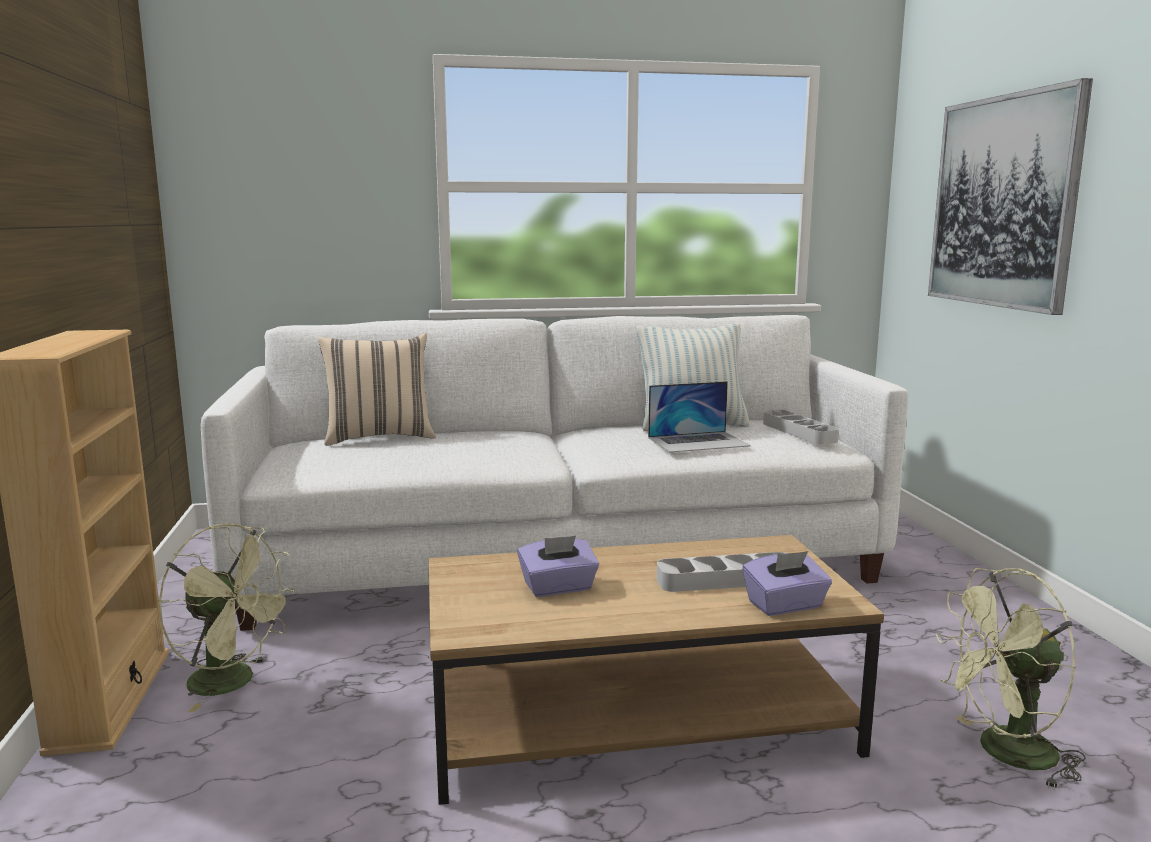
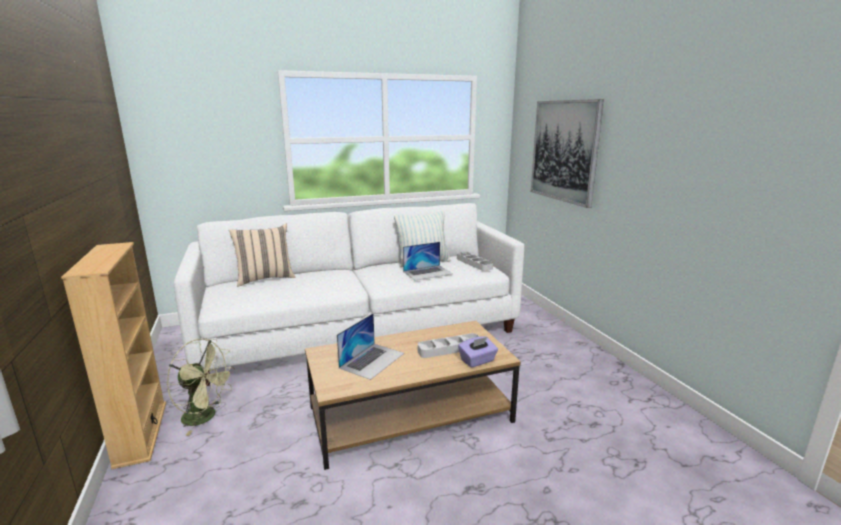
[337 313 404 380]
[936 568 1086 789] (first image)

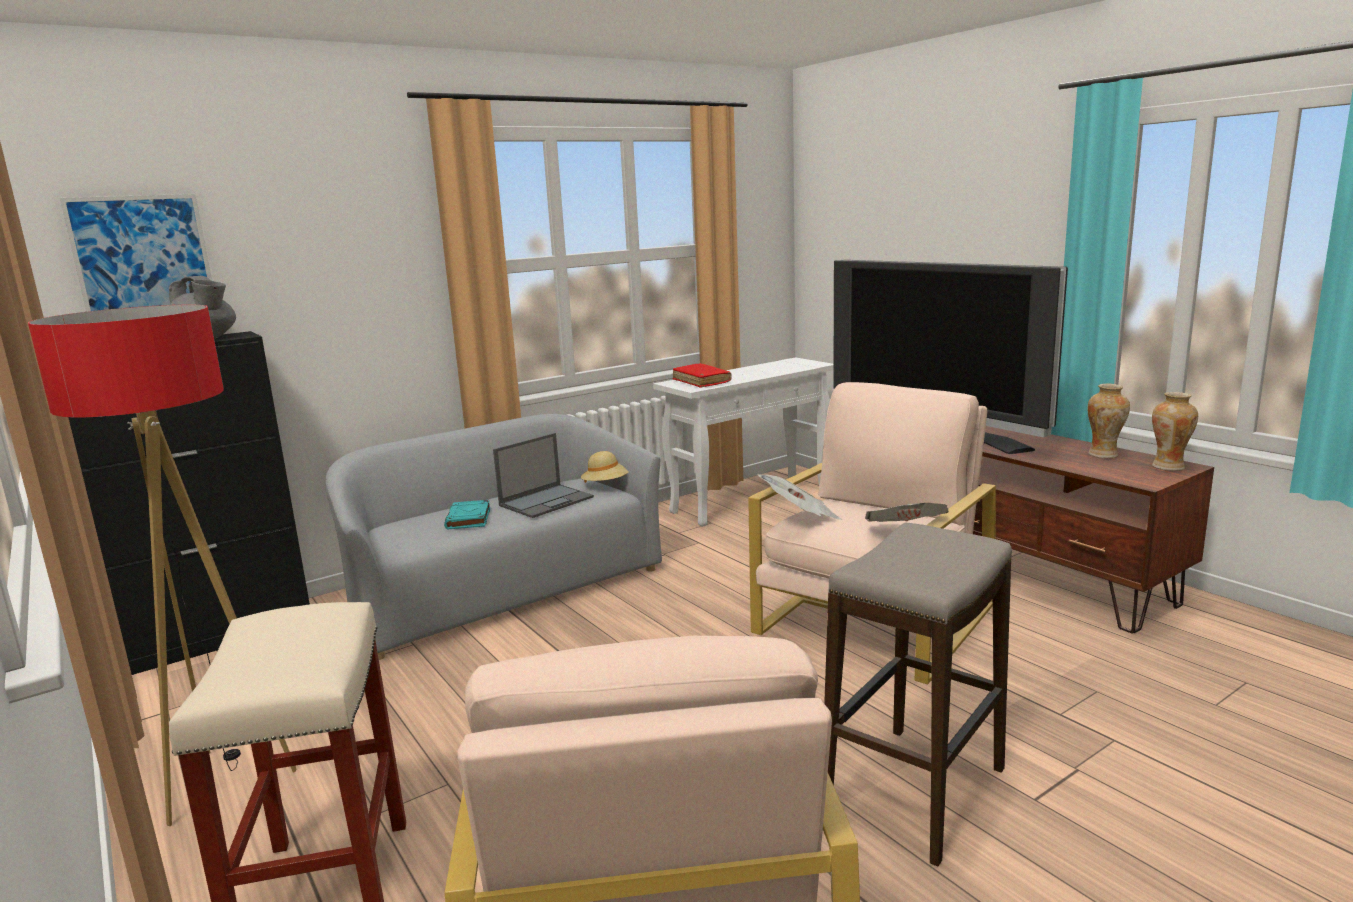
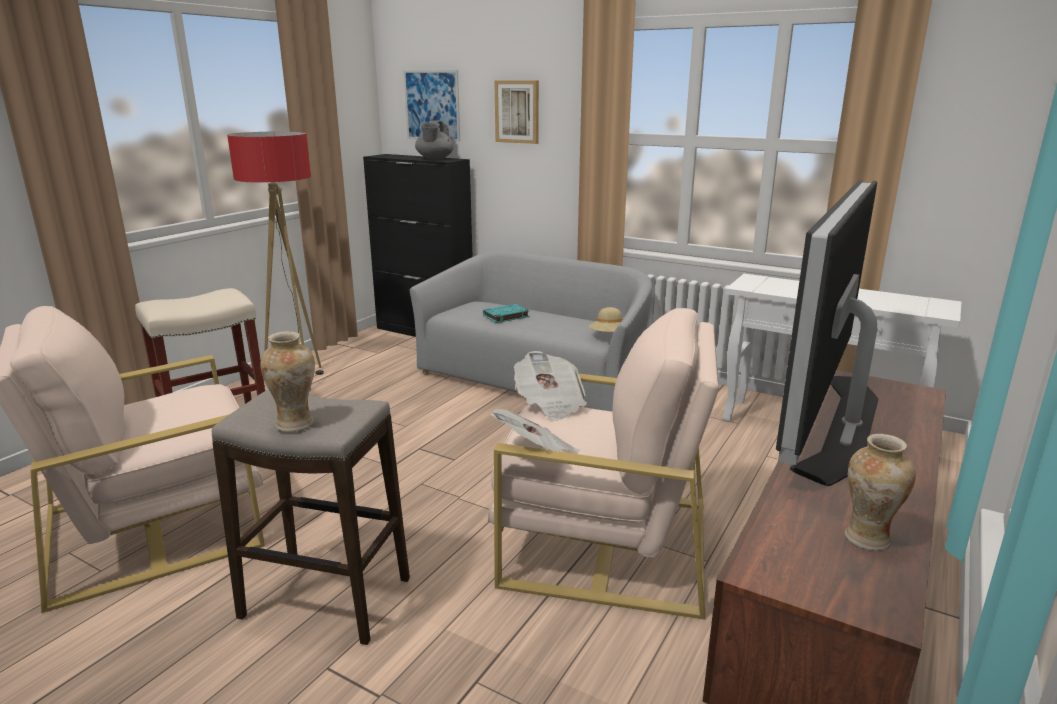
[493 433 594 518] (first image)
[673 363 732 388] (first image)
[260 331 315 432]
[494 81 539 144]

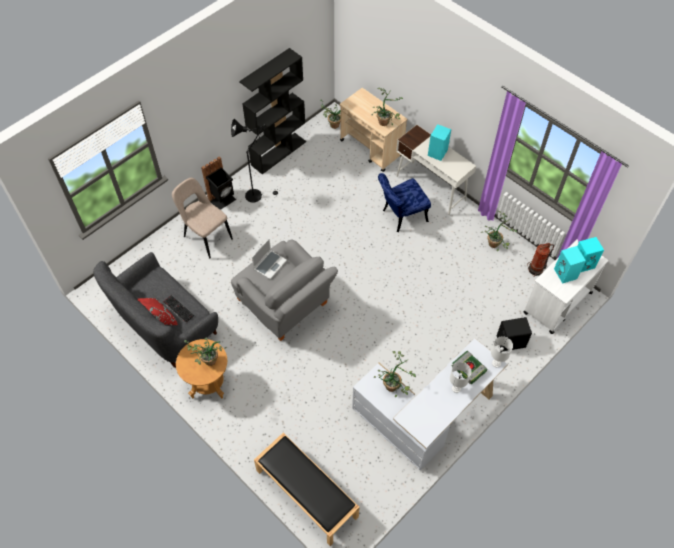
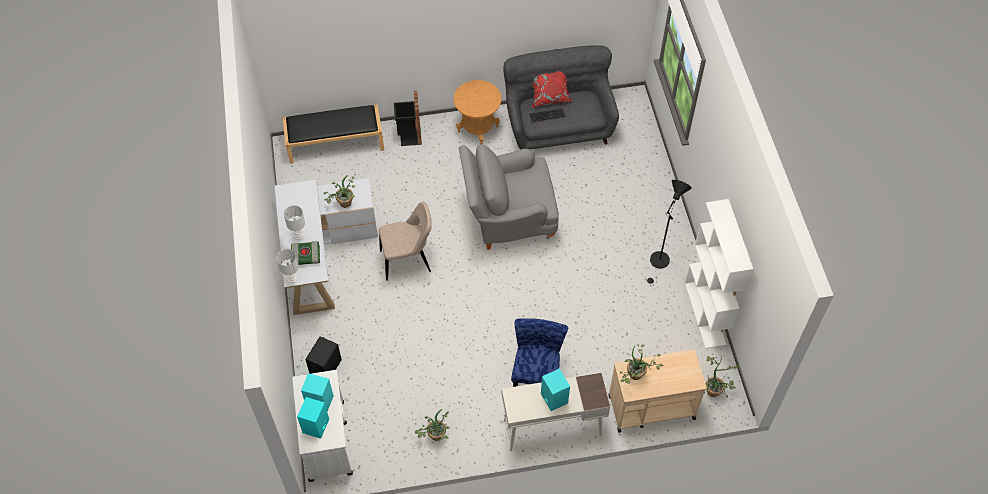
[379 202 432 281]
[184 338 226 366] (first image)
[394 91 422 146]
[685 199 753 349]
[252 239 287 279] (first image)
[527 243 554 277] (first image)

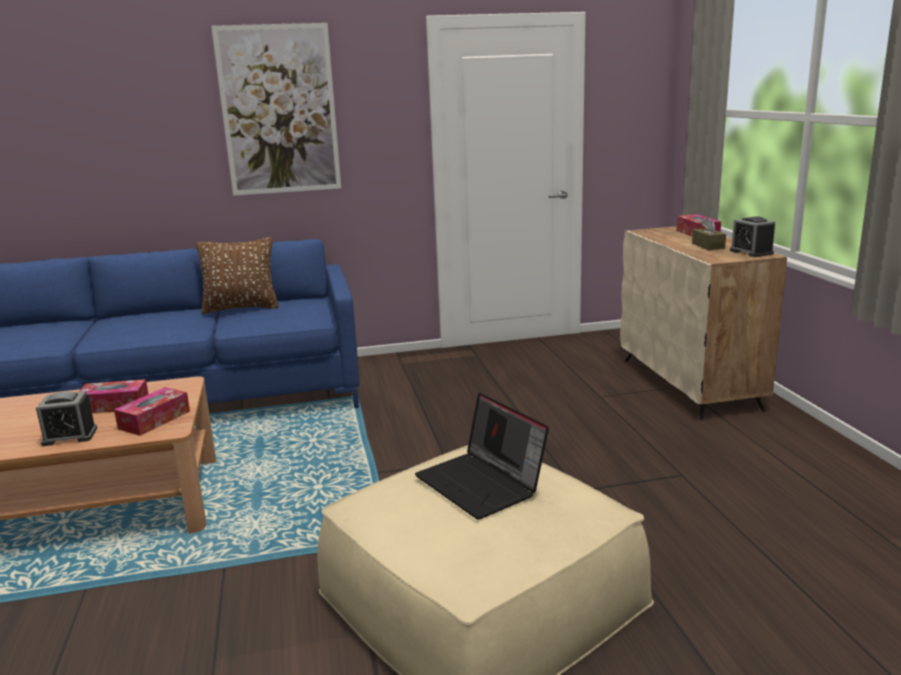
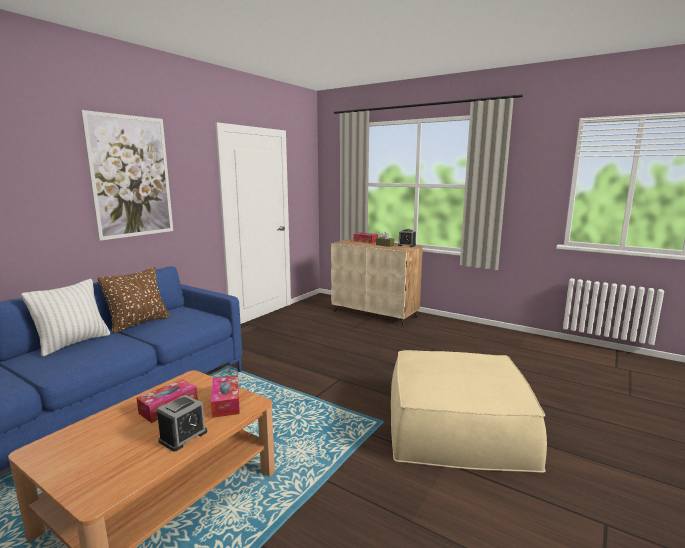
[415 393 549 520] (first image)
[21 279 110 357]

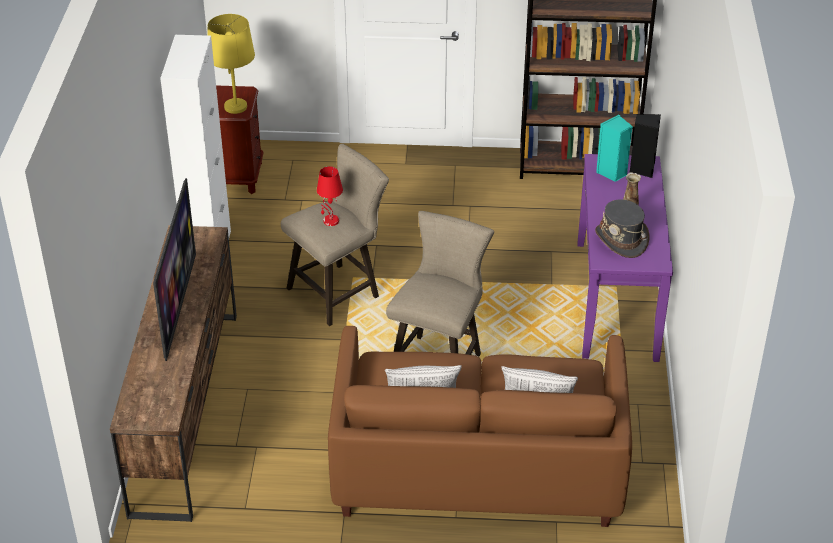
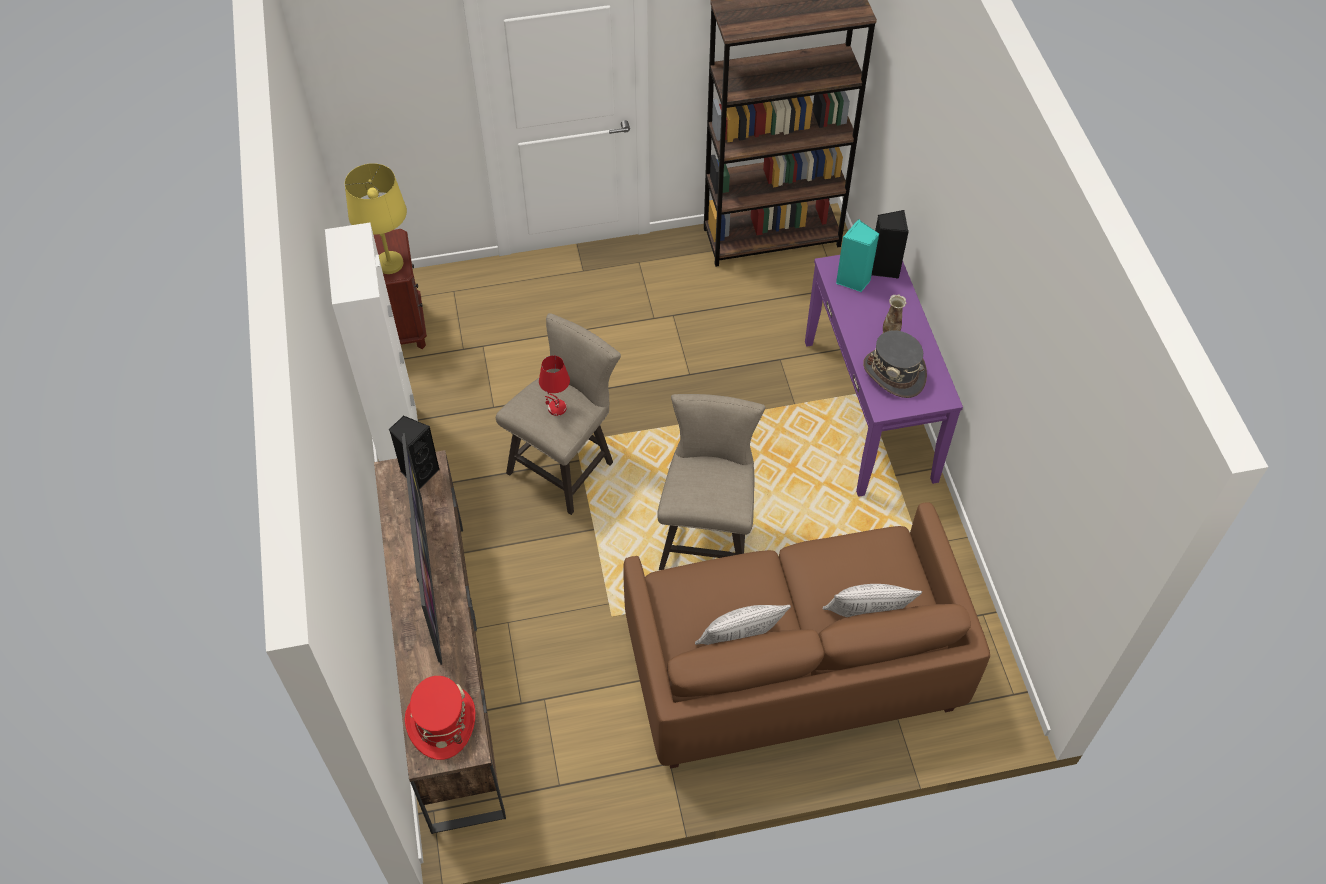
[389 416 440 489]
[405 676 475 760]

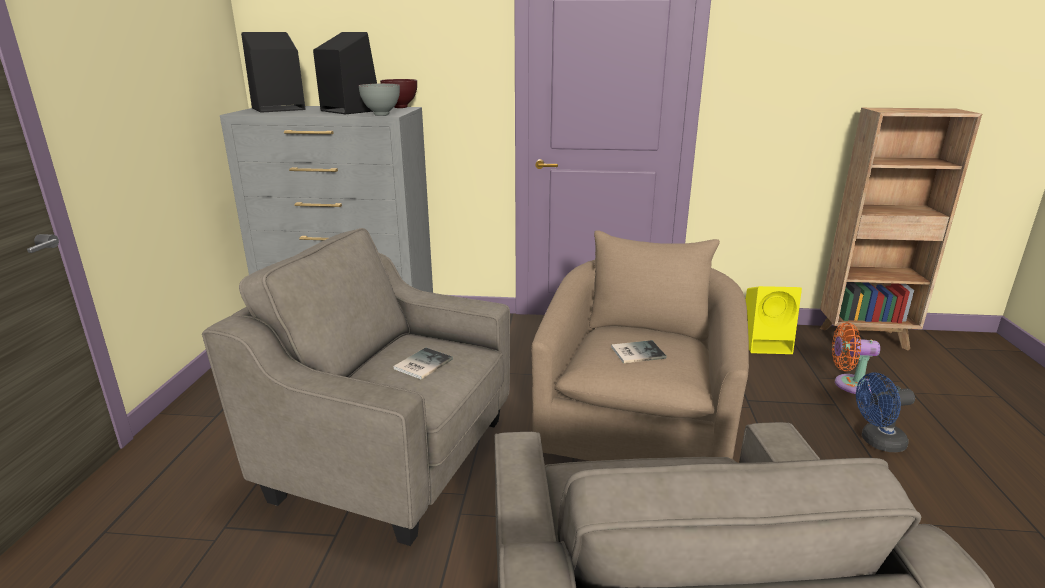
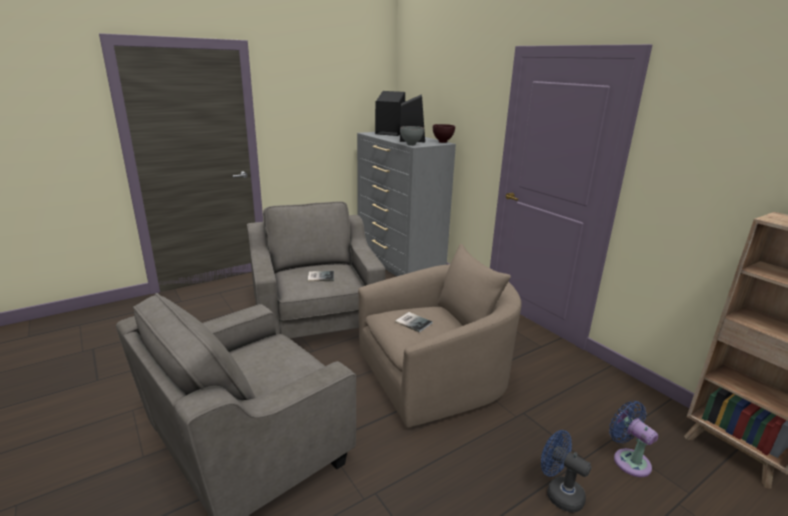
[745 286 802 354] (first image)
[609 401 658 477]

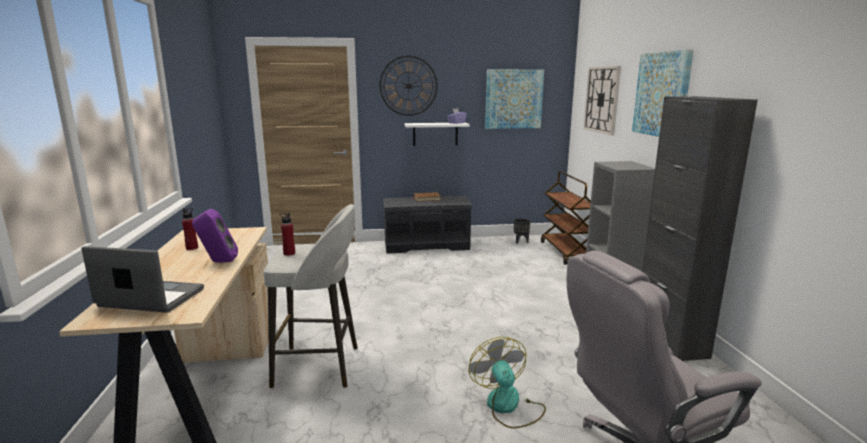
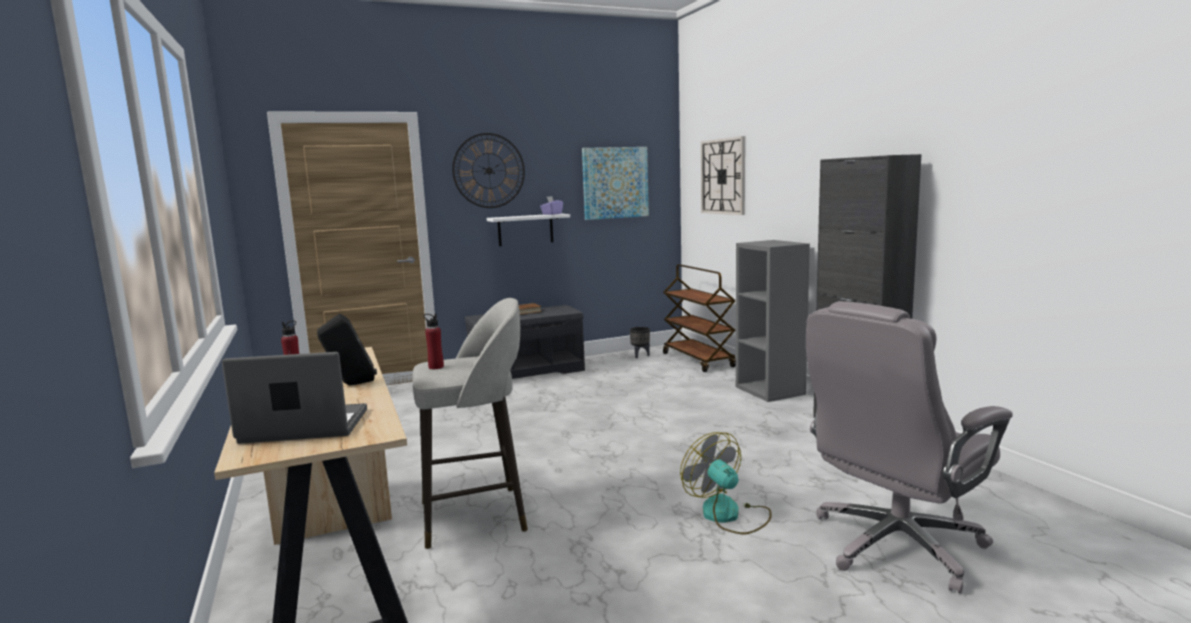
[317 314 377 385]
[632 49 694 137] (first image)

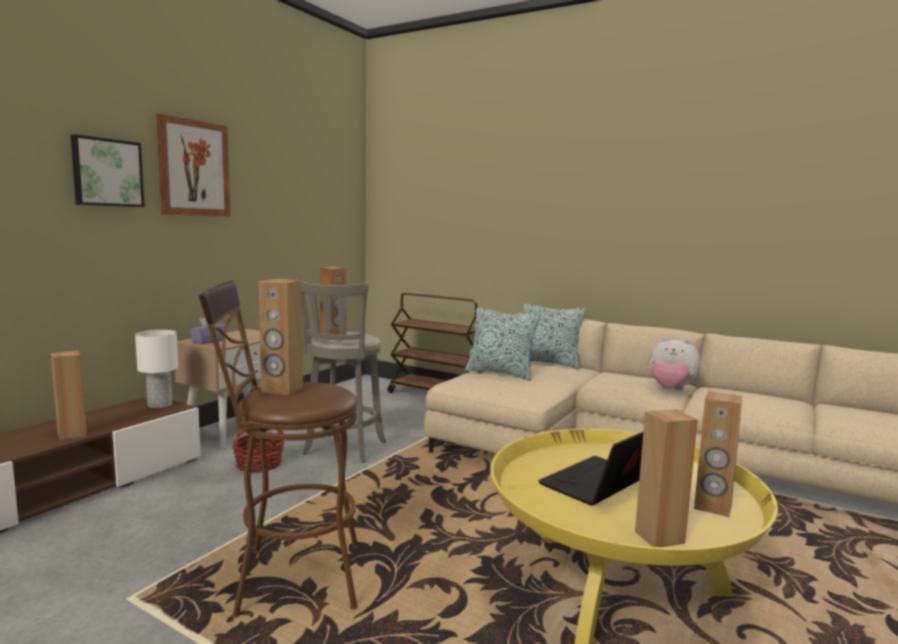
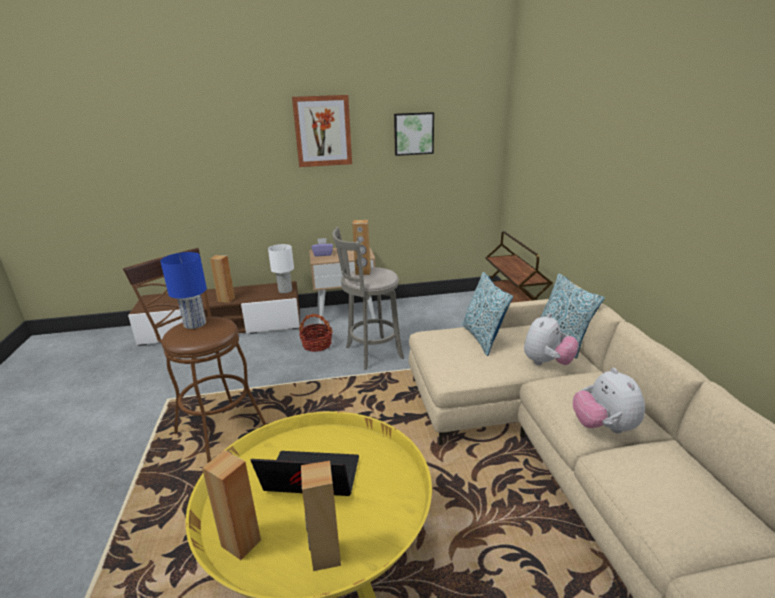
[394 112 434 156]
[160 252 207 329]
[524 313 579 365]

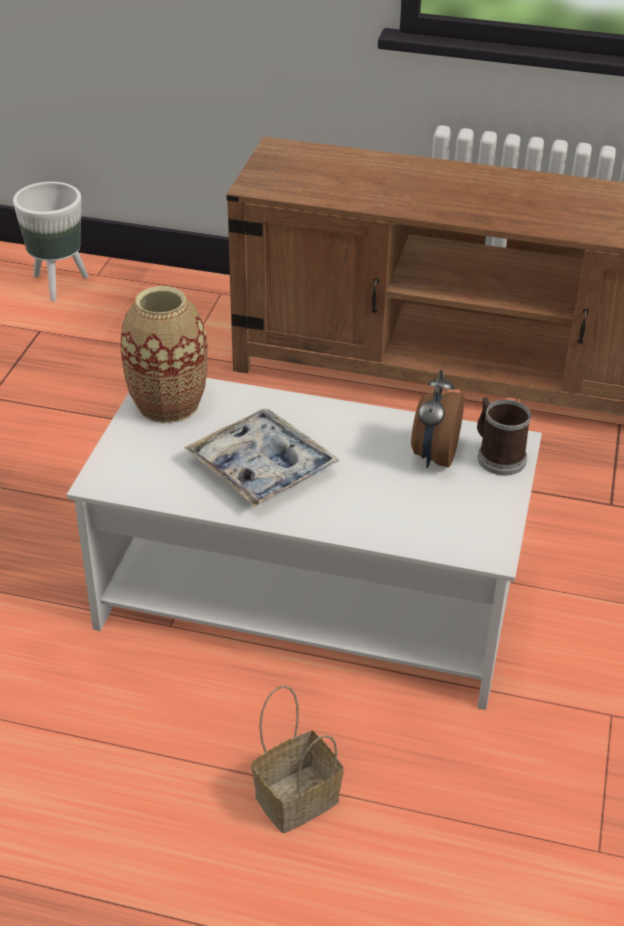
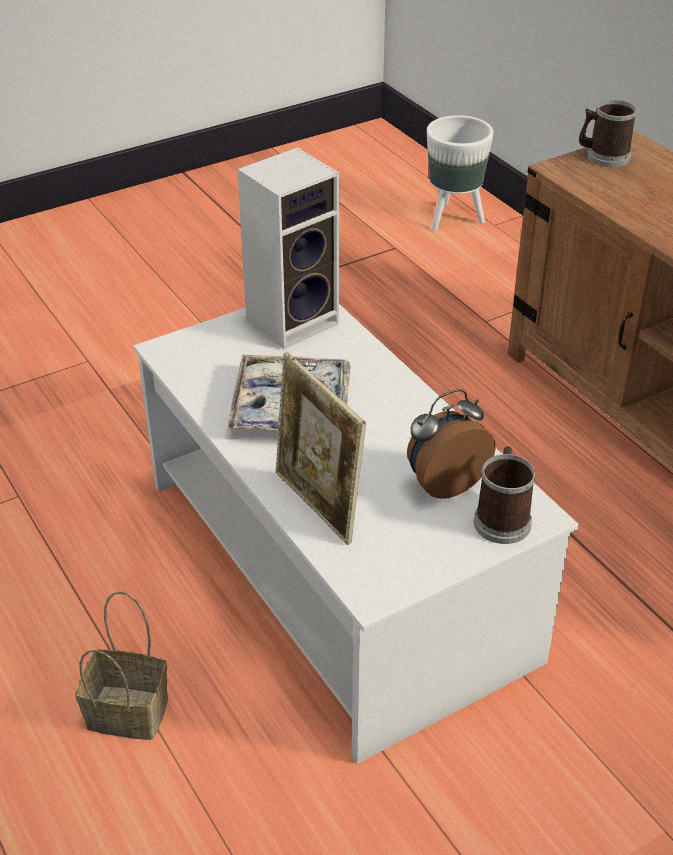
[237 147 339 349]
[275 352 366 545]
[579 100 637 167]

